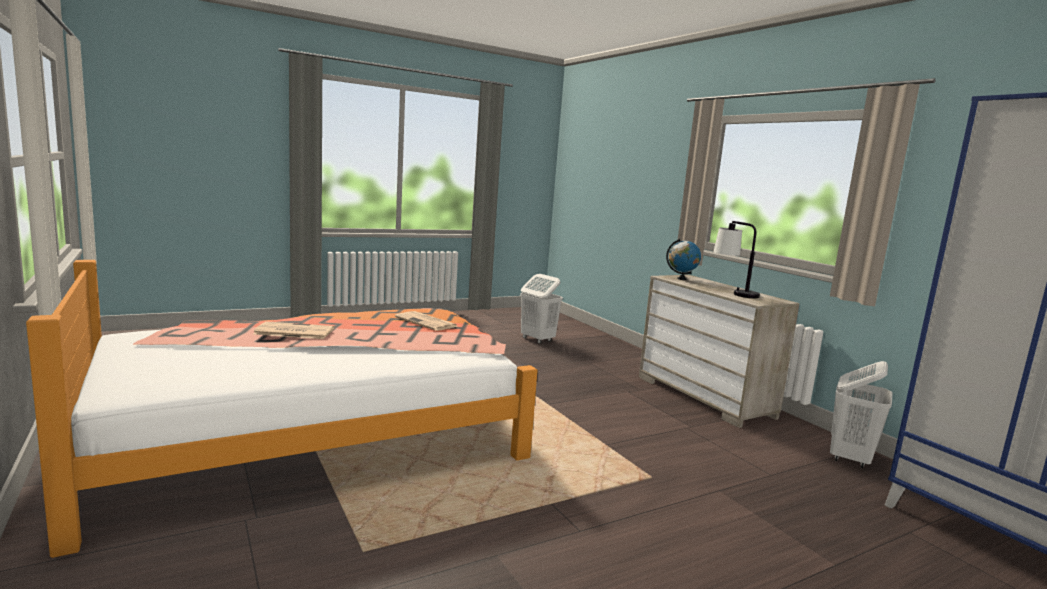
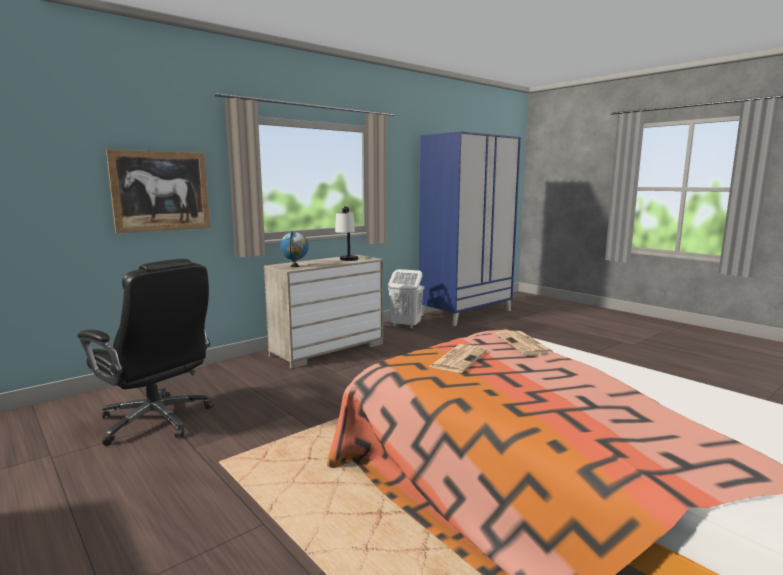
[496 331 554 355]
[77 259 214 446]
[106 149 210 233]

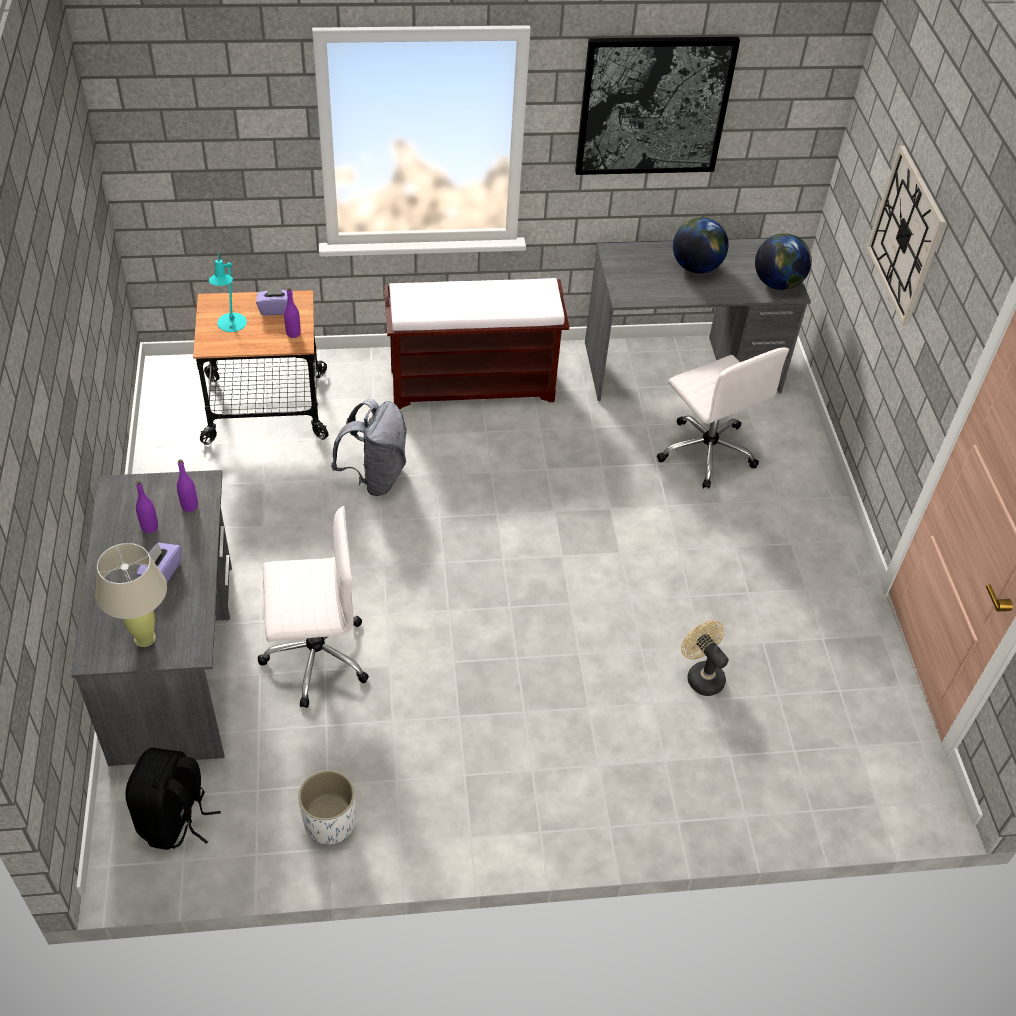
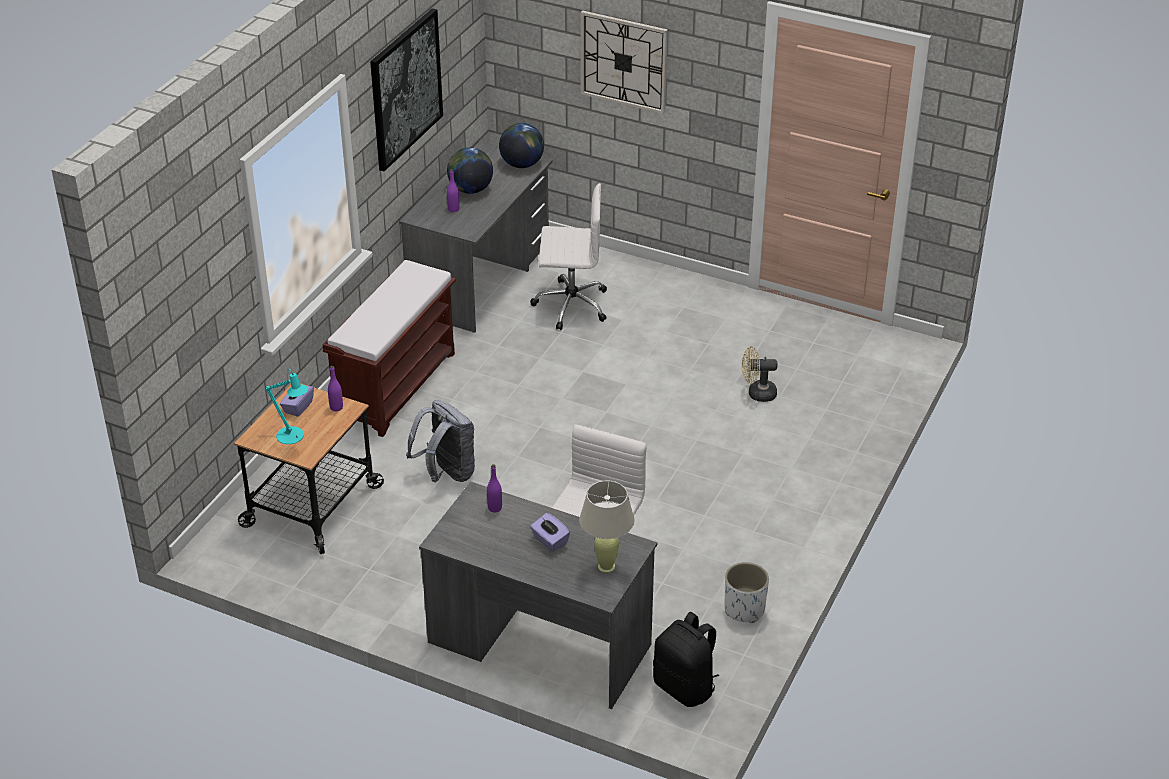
[447 169 459 212]

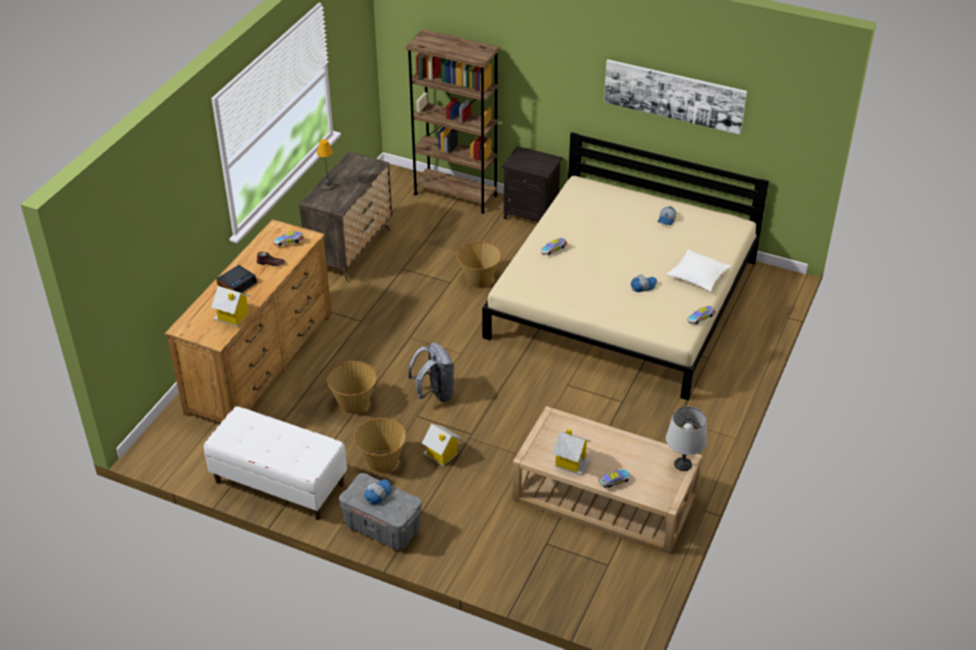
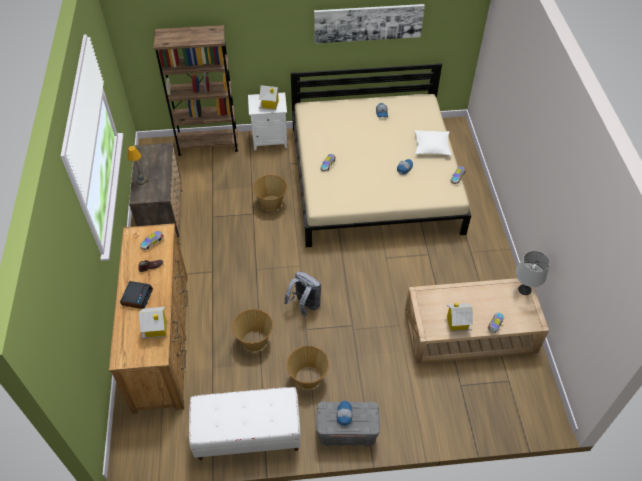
[259 85 280 110]
[248 93 287 150]

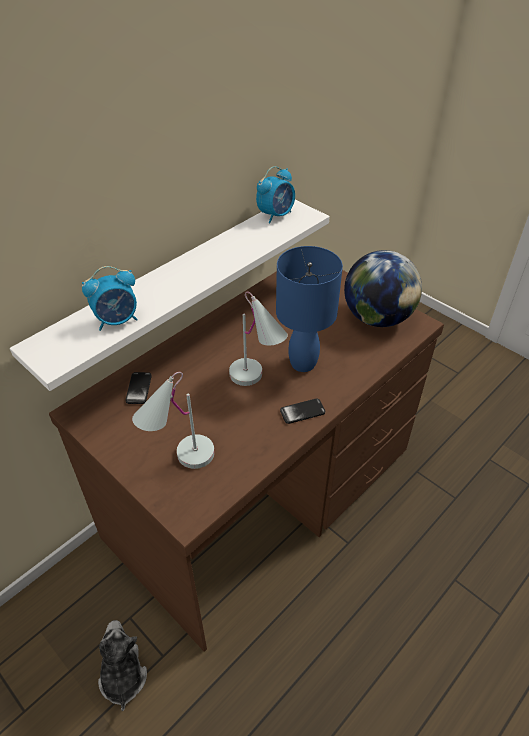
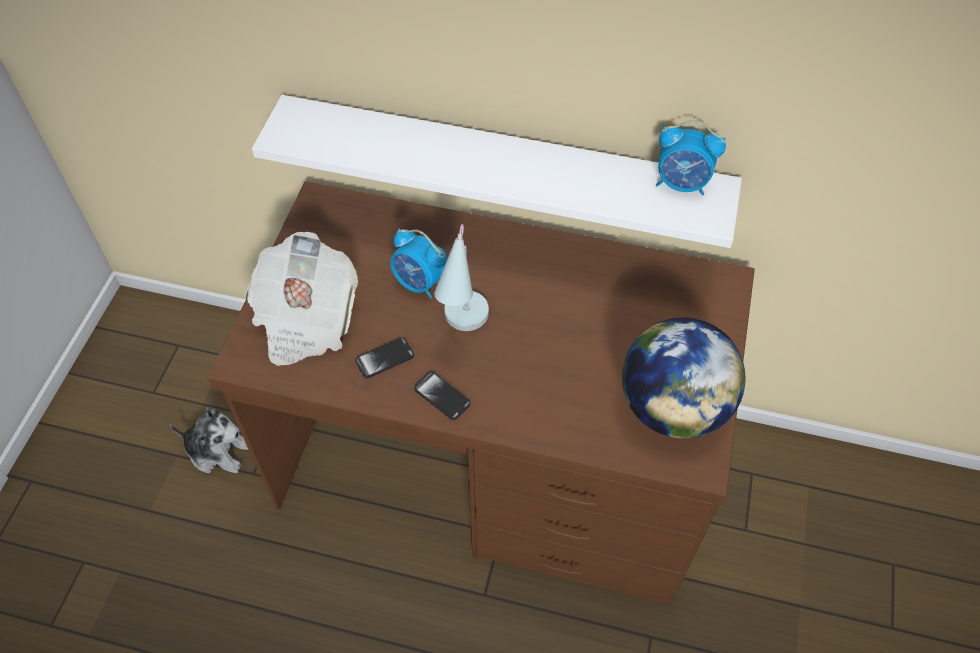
[390 229 447 299]
[170 406 248 473]
[355 337 414 378]
[246 232 358 366]
[276 246 343 372] (first image)

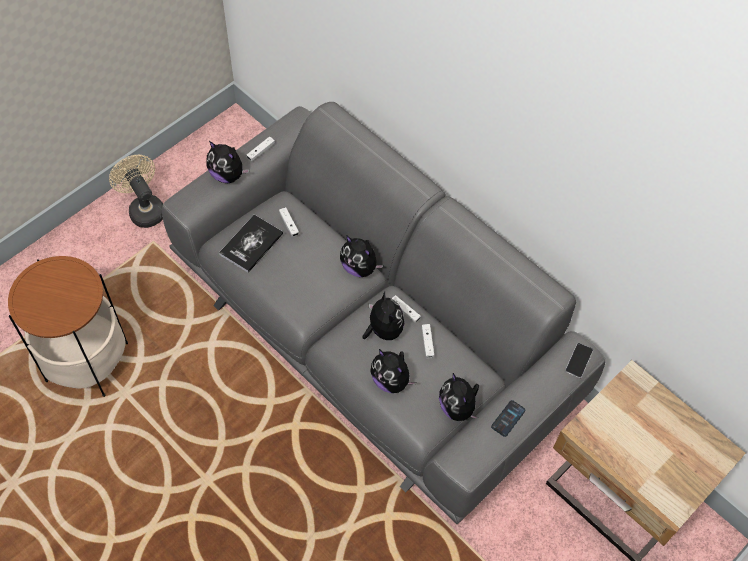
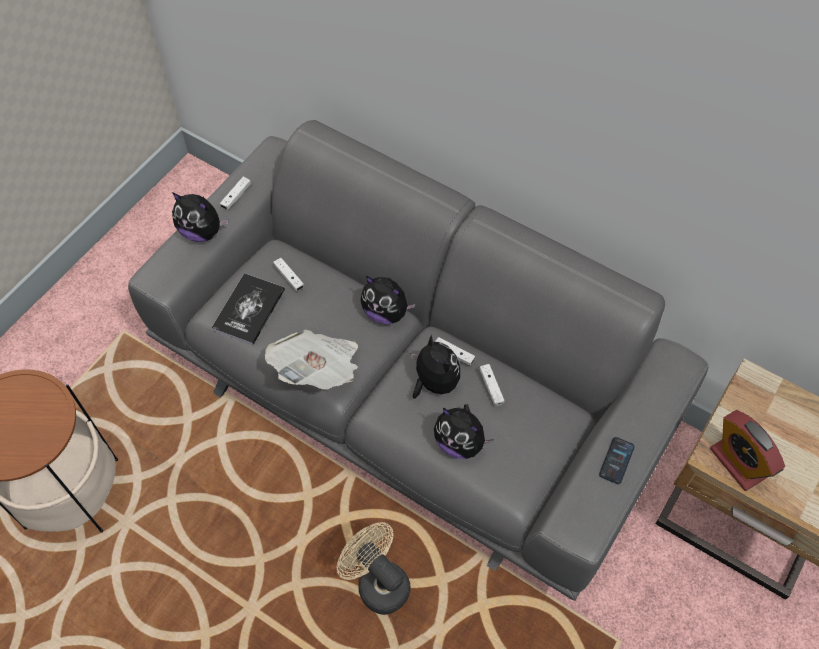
[337 522 411 615]
[439 373 479 421] (first image)
[565 343 593 378] (first image)
[265 330 358 390]
[710 410 785 491]

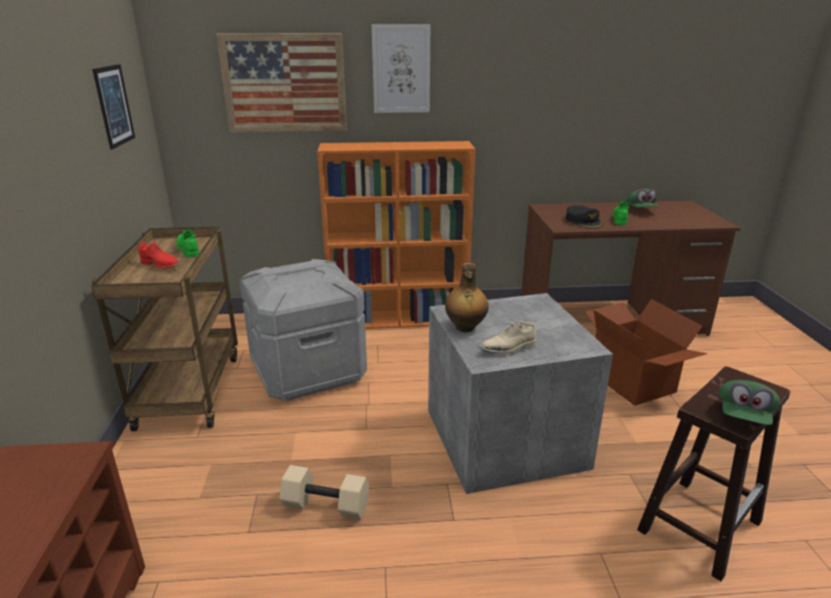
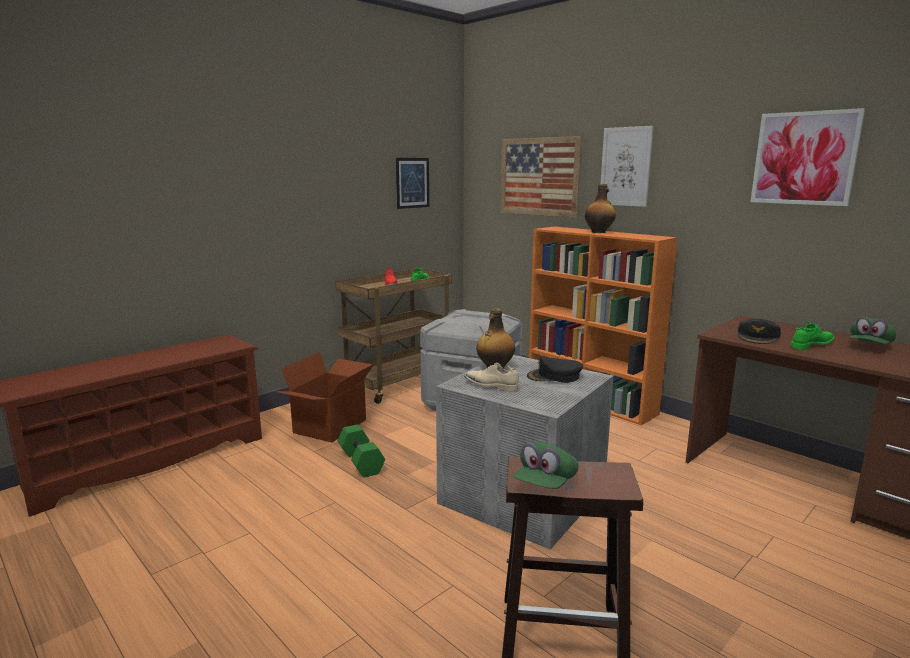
[338 424 385 478]
[275 352 375 442]
[514 442 579 489]
[527 356 583 383]
[585 184 616 233]
[750 108 865 206]

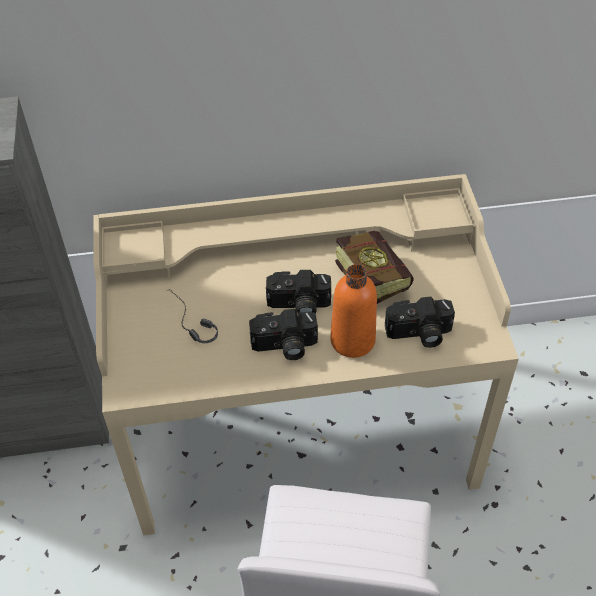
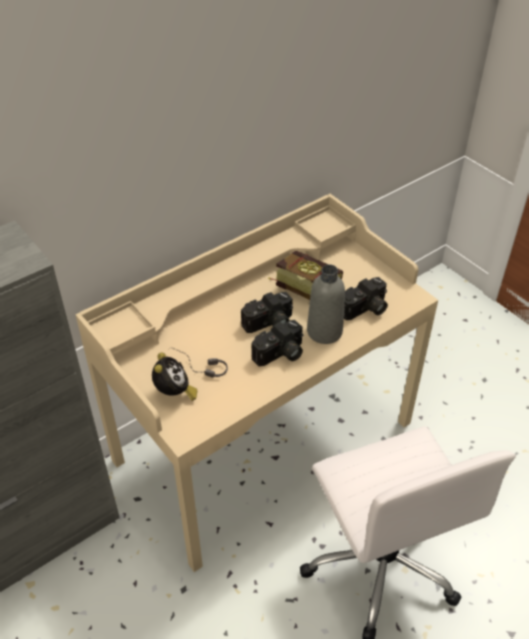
[307 264 345 344]
[152 353 197 401]

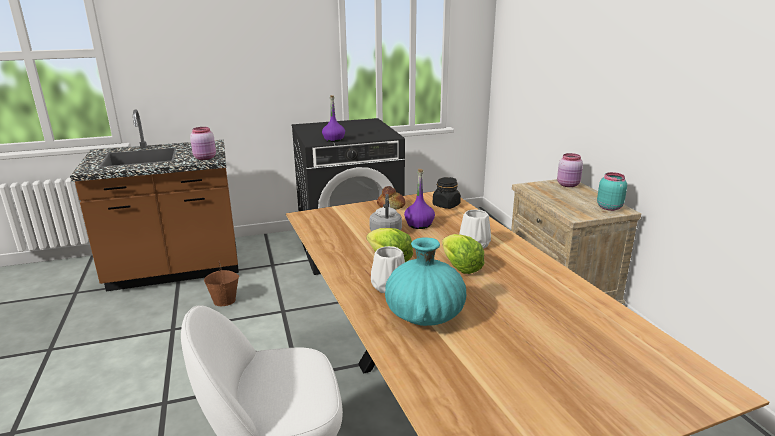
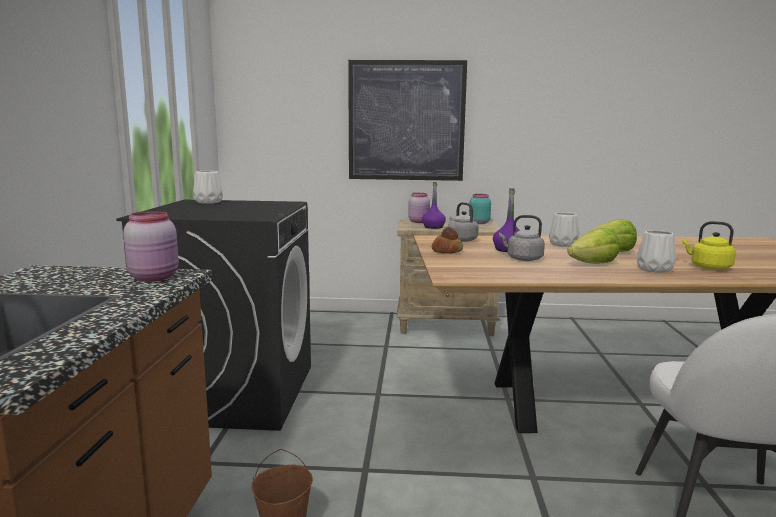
[422 182 446 229]
[682 221 736 270]
[448 202 479 242]
[193 171 223 204]
[348 60 467 181]

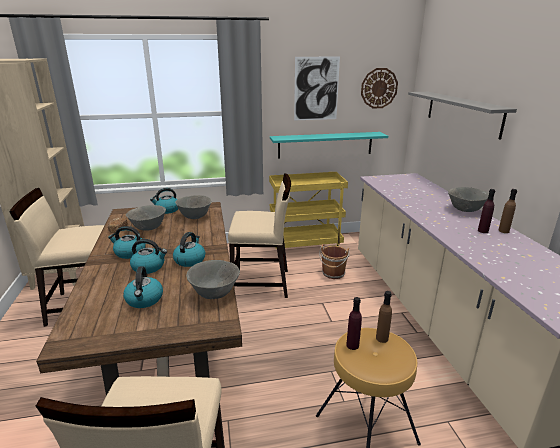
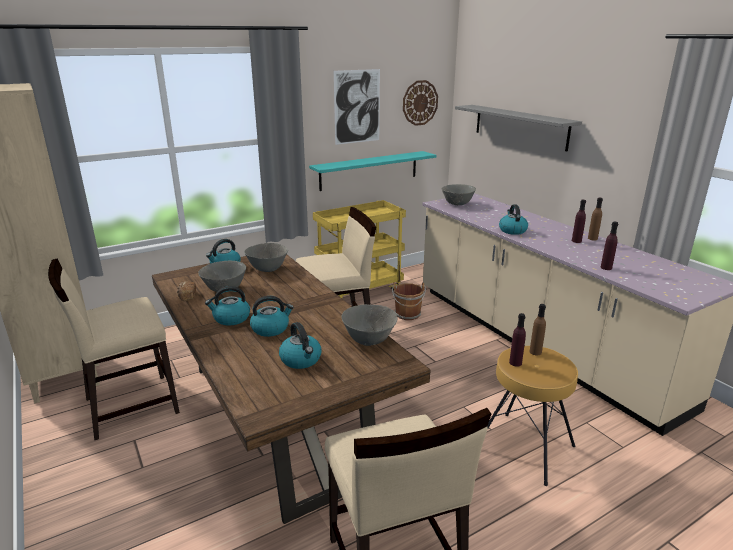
[499 204 528 235]
[441 184 476 205]
[601 222 618 270]

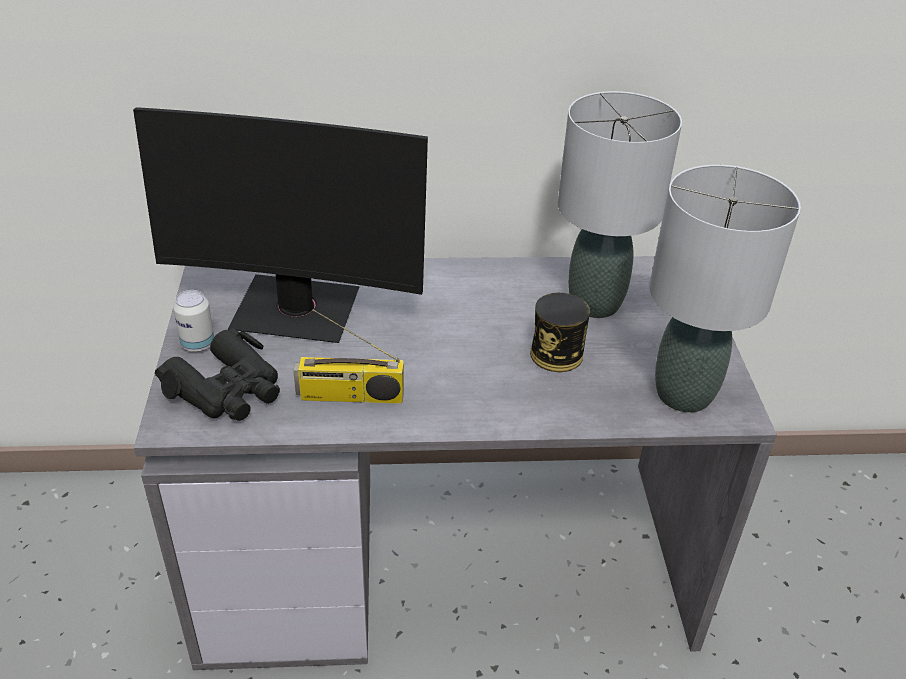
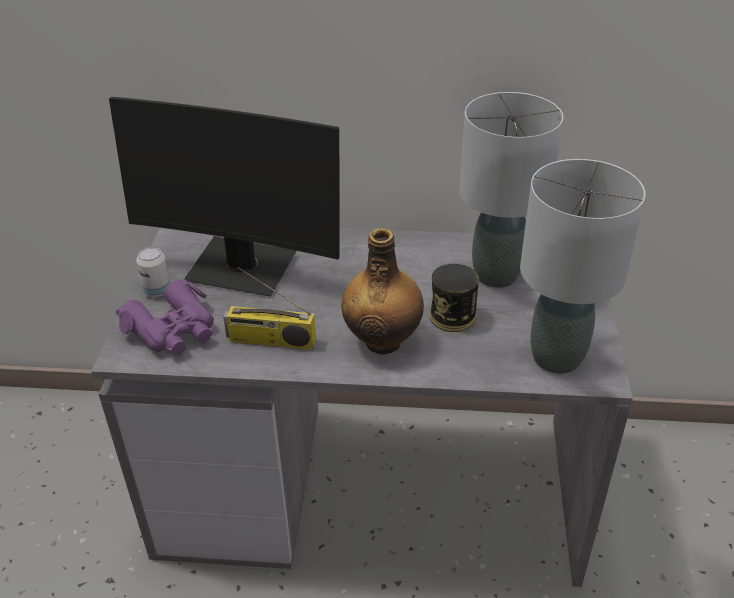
[116 279 214 355]
[342 228 424 354]

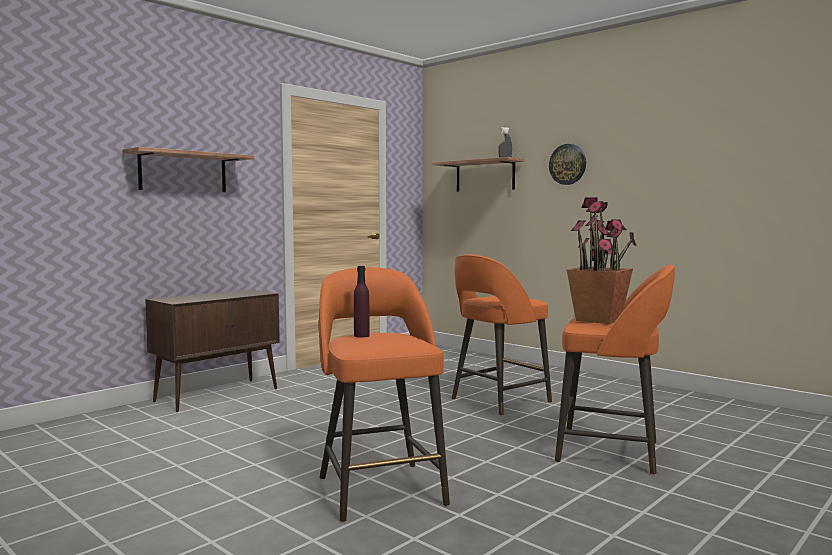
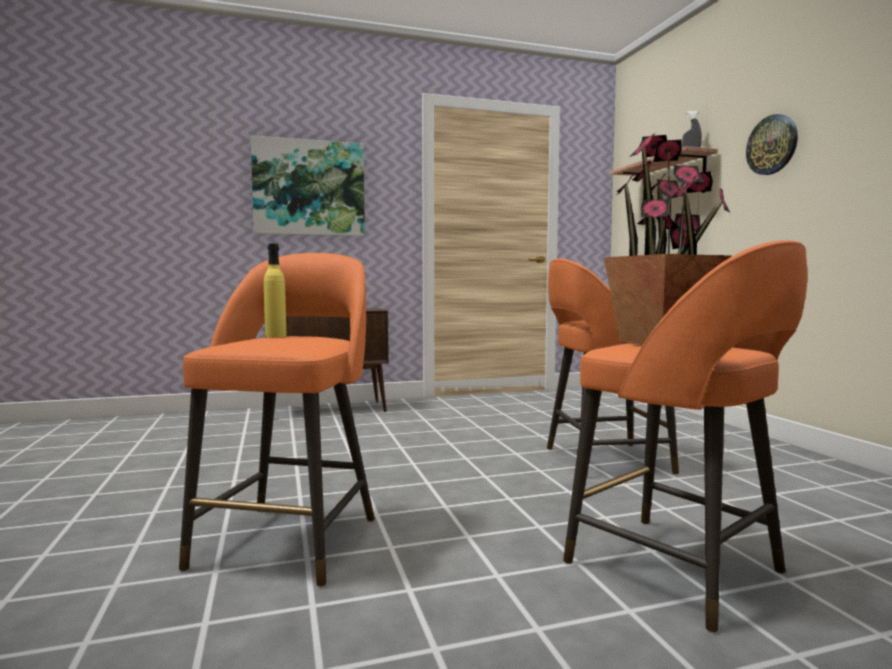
[251 135 365 236]
[264 244 287 337]

